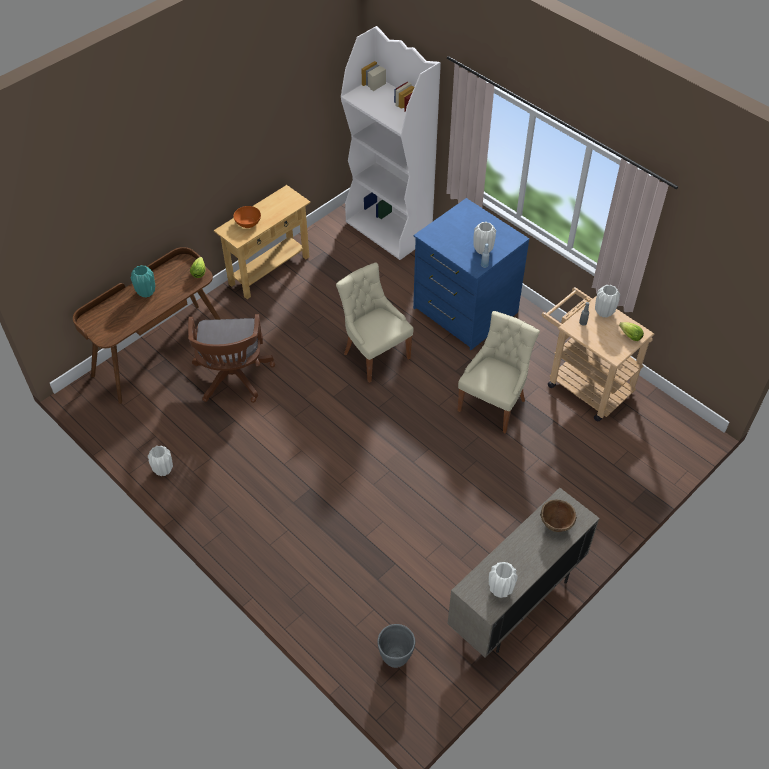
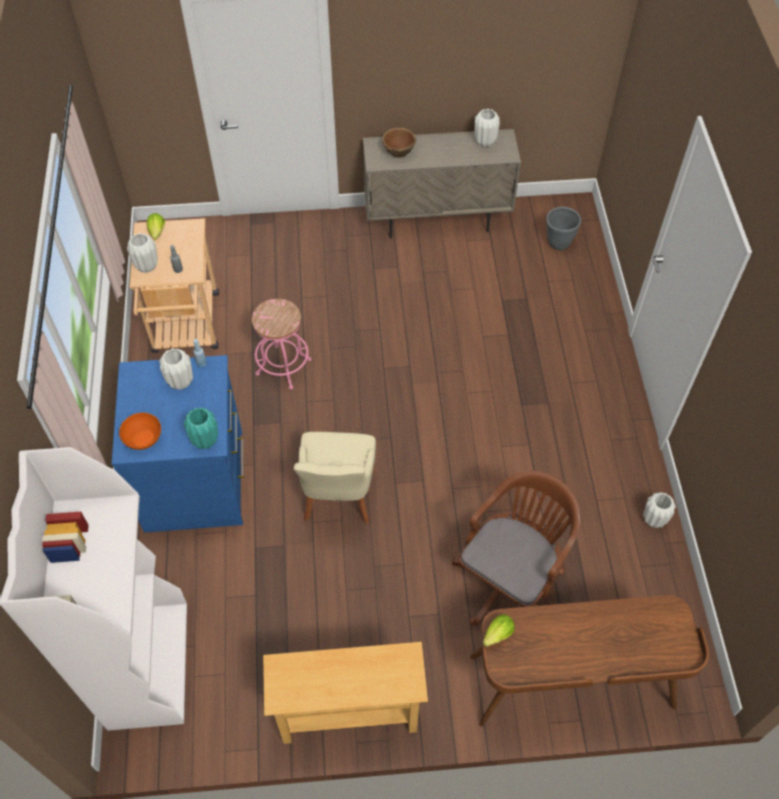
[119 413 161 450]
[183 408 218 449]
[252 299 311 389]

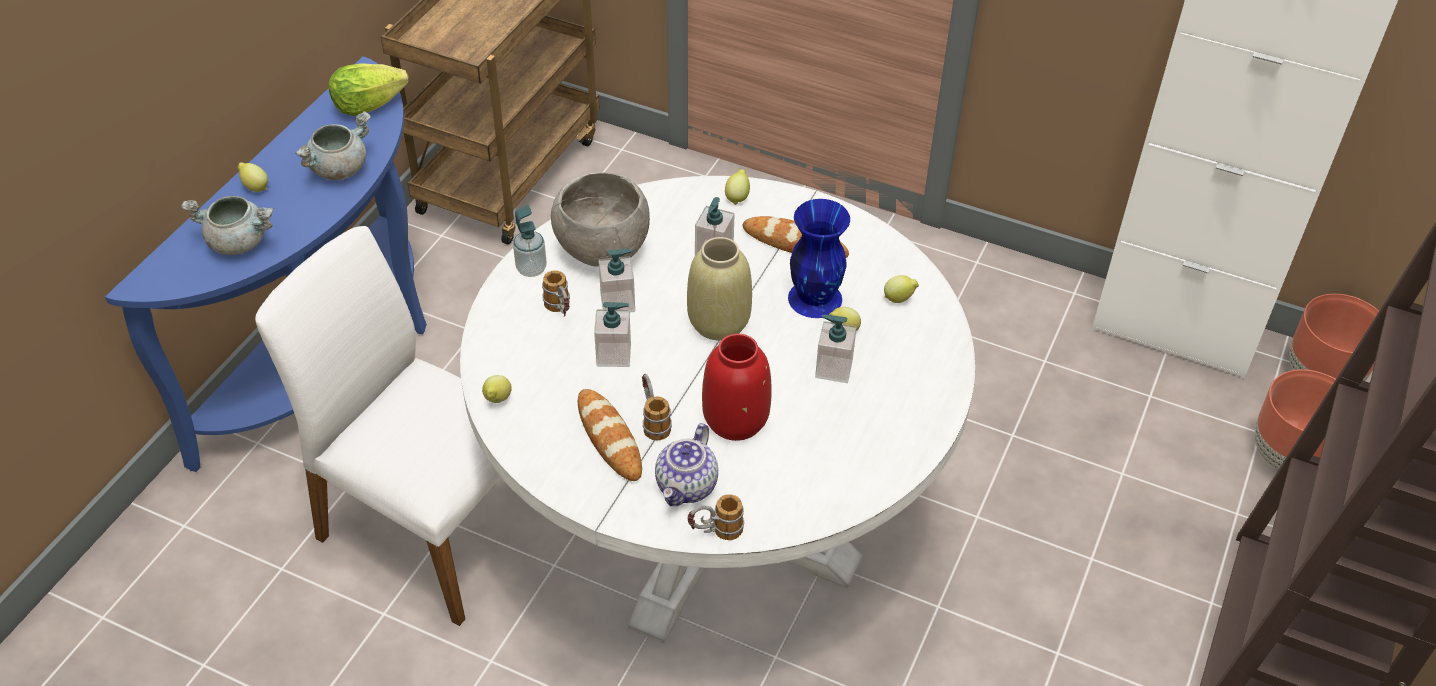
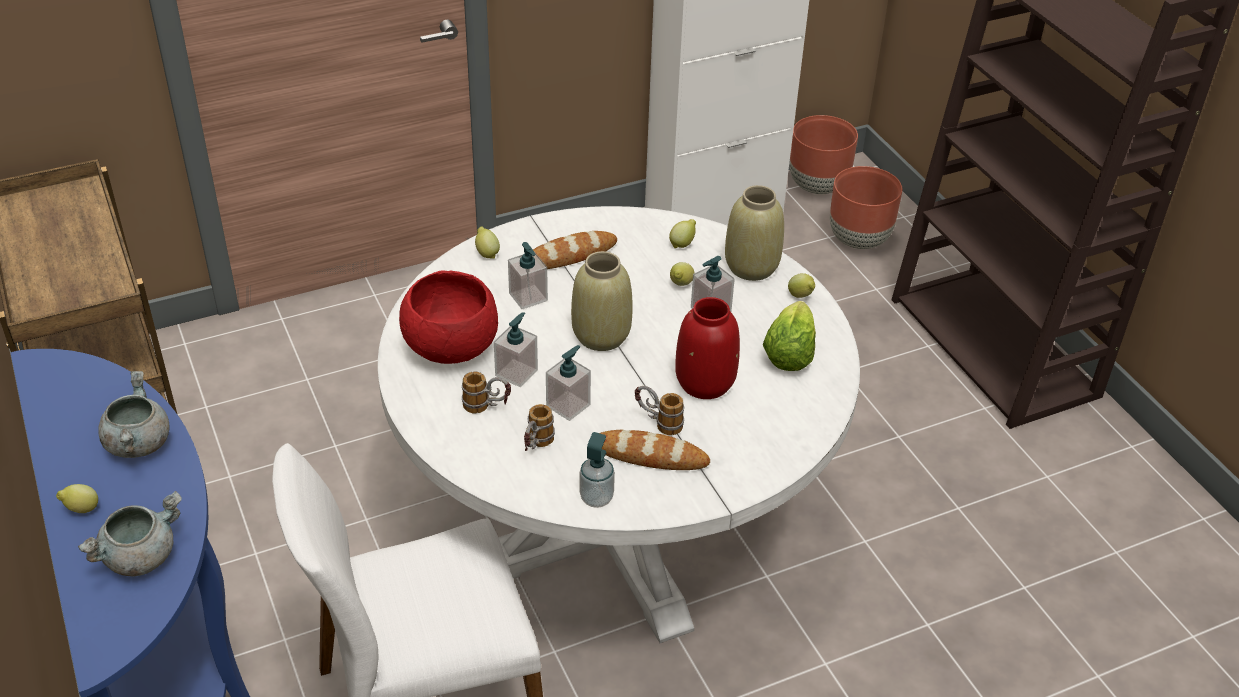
[399 270 498 364]
[524 404 555 451]
[579 432 615 508]
[725 185 784 281]
[763 301 816 371]
[788 273 815 298]
[655 423 718 506] (first image)
[788 199 850 318] (first image)

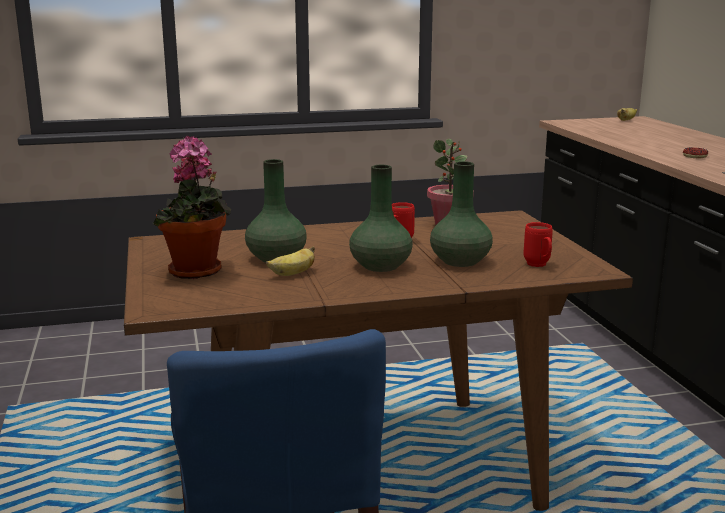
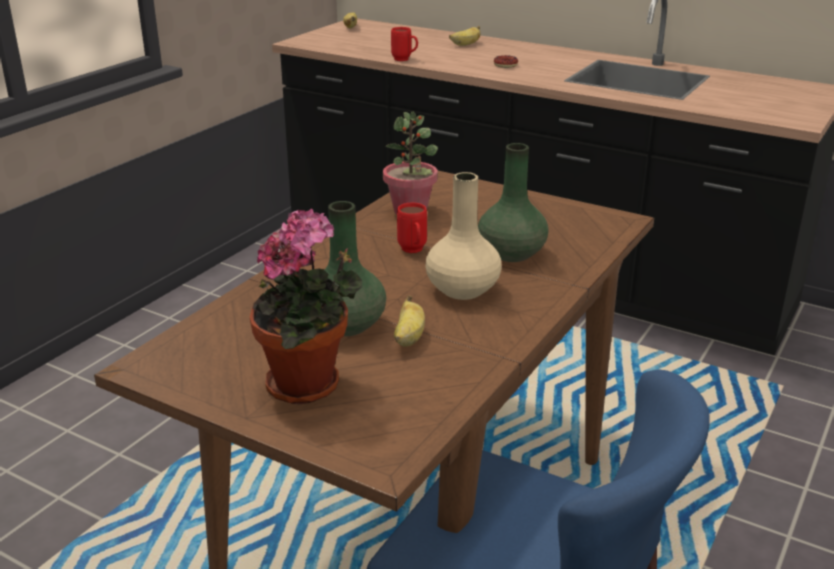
[391 27 418 61]
[425 172 502 300]
[449 26 481 46]

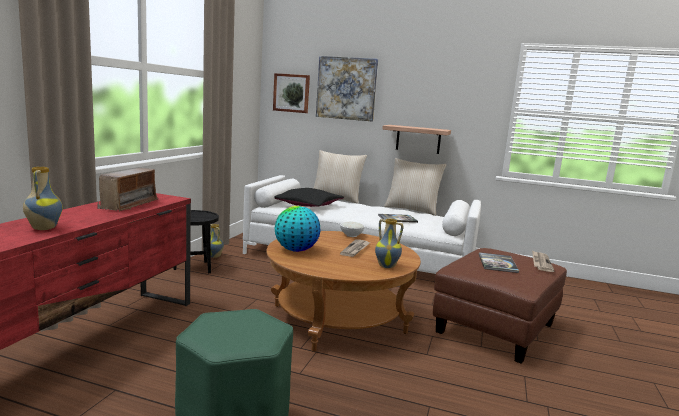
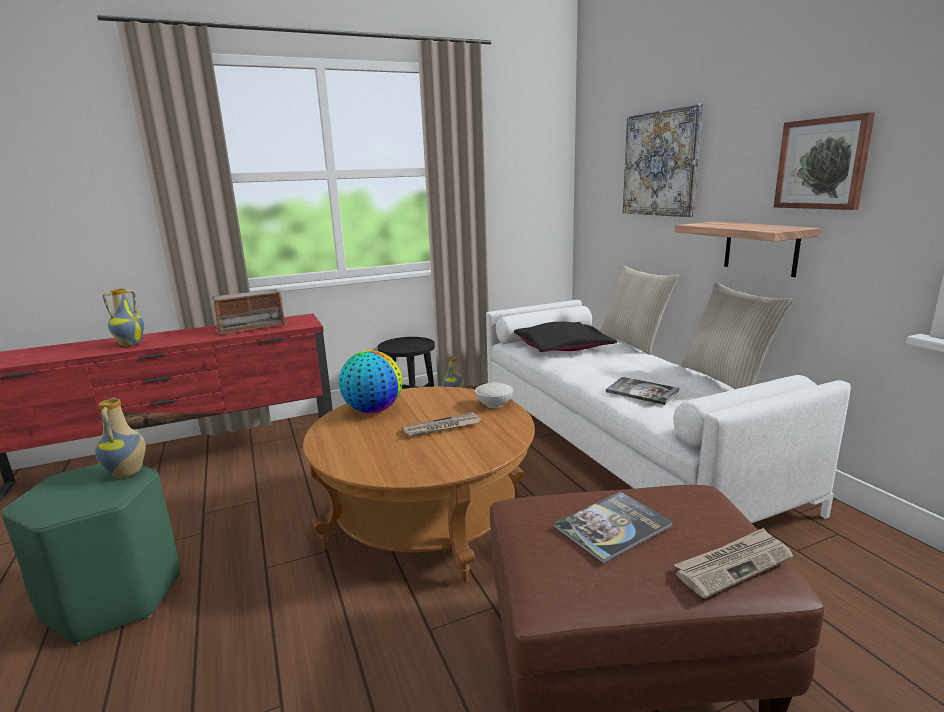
[95 397 146 478]
[774 112 875 210]

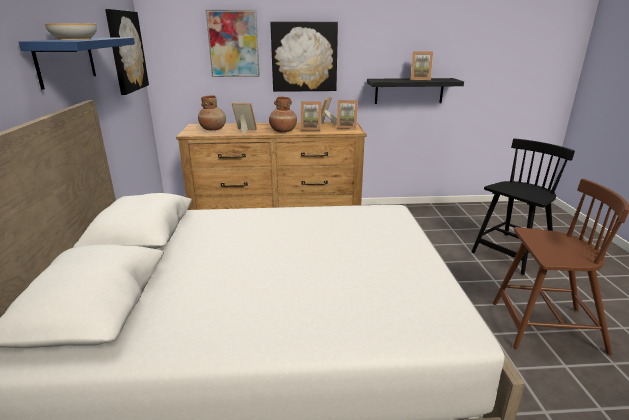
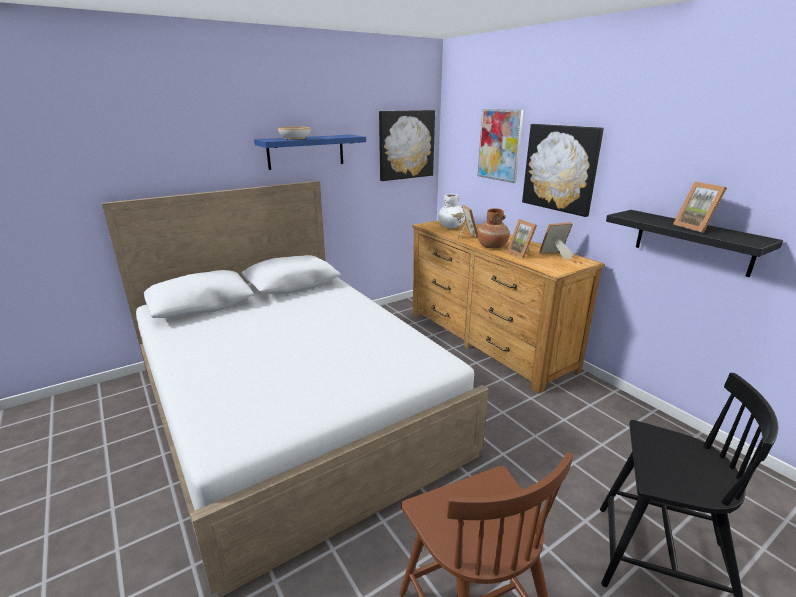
[438 194 465 228]
[337 100 358 129] (first image)

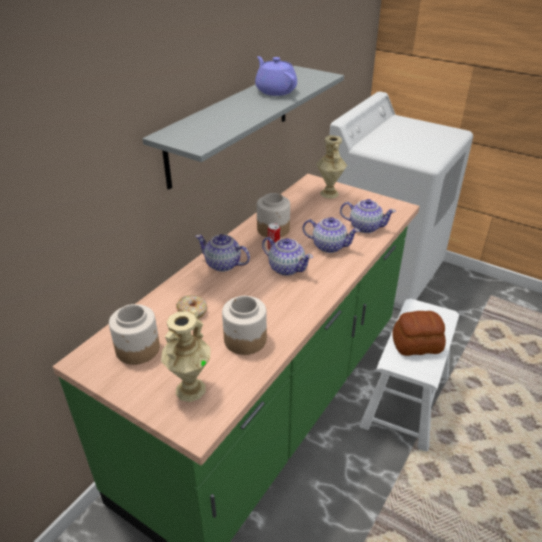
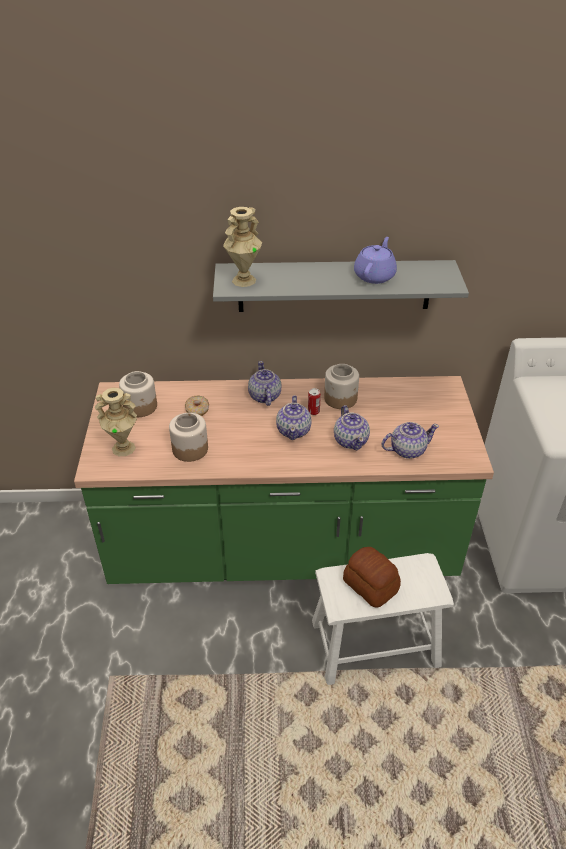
[223 207 262 287]
[381 422 439 459]

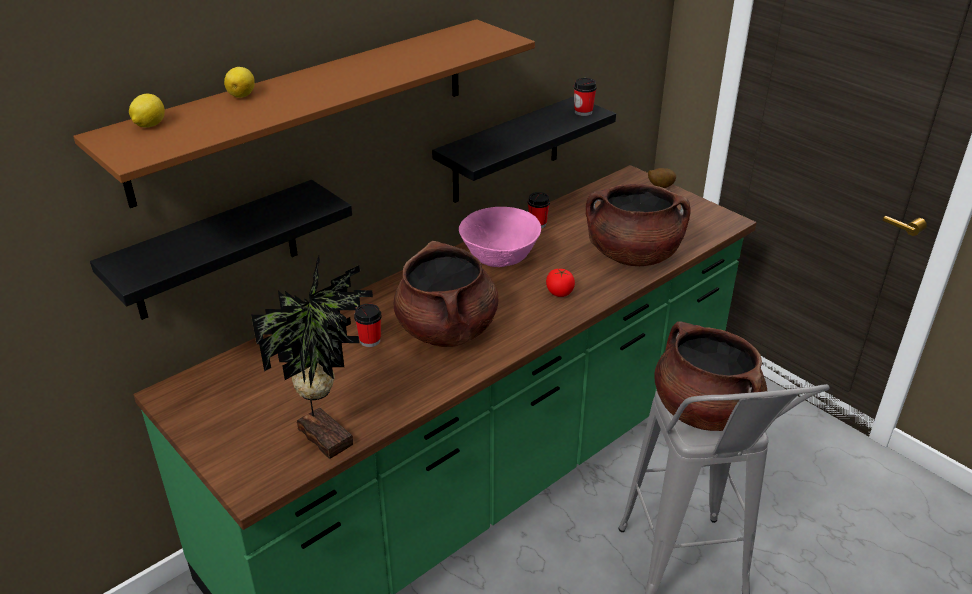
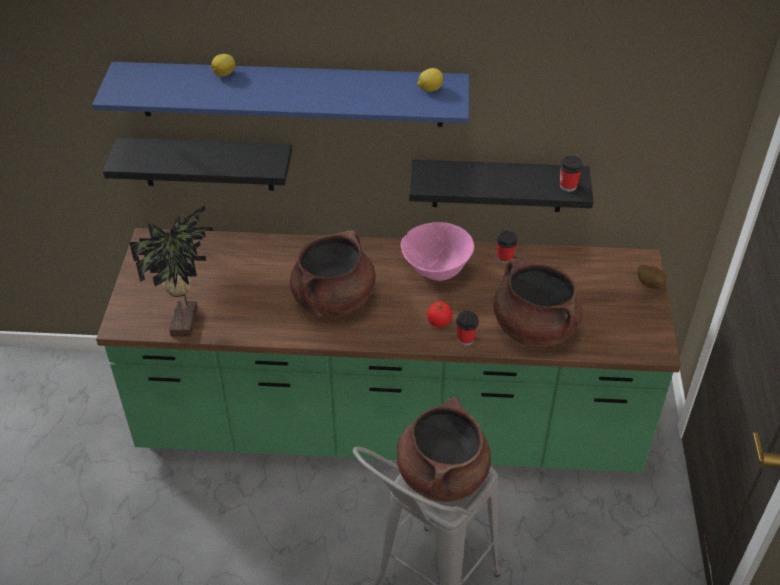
[92 62 469 127]
[417 68 443 91]
[456 311 479 346]

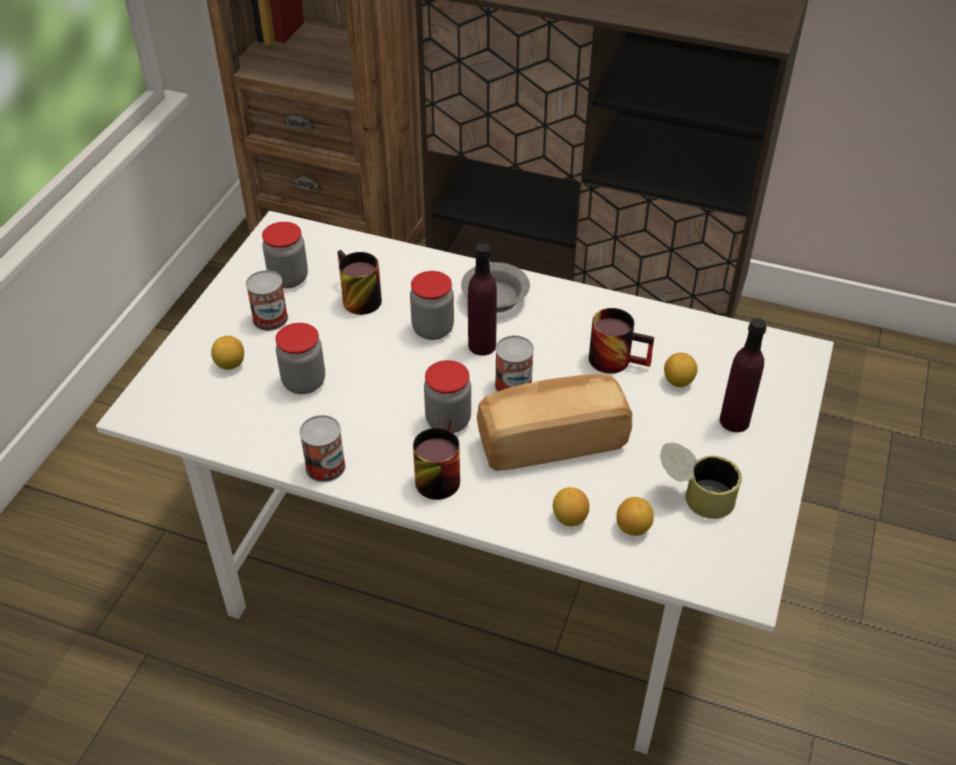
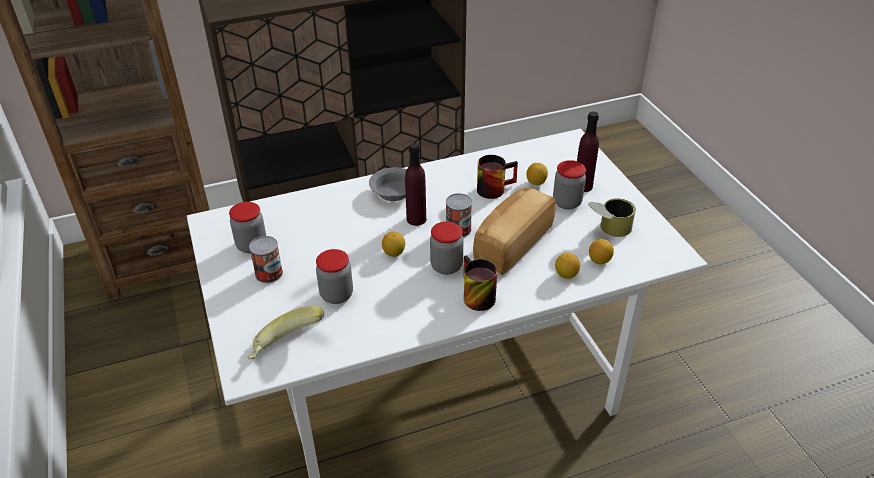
[248 305 325 360]
[382 232 405 257]
[553 160 586 210]
[299 415 346 482] (first image)
[337 250 382 315] (first image)

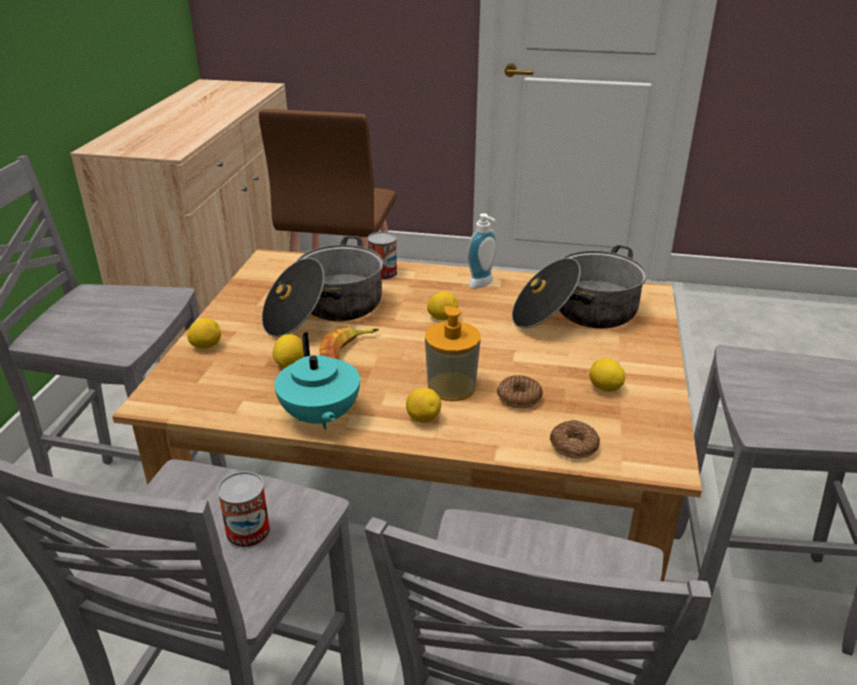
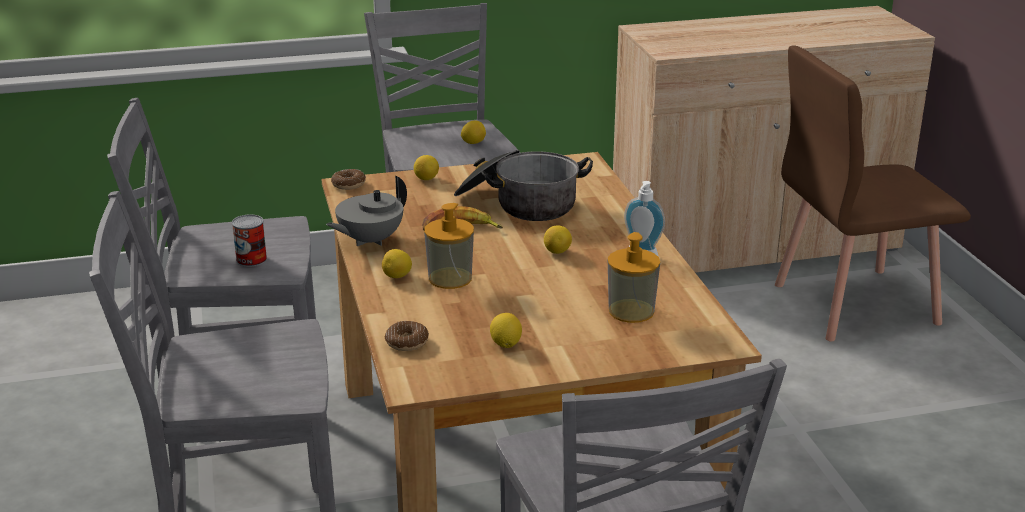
[326 176 407 246]
[331 169 366 190]
[461 120 486 144]
[608 232 660 323]
[367 232 397 280] (first image)

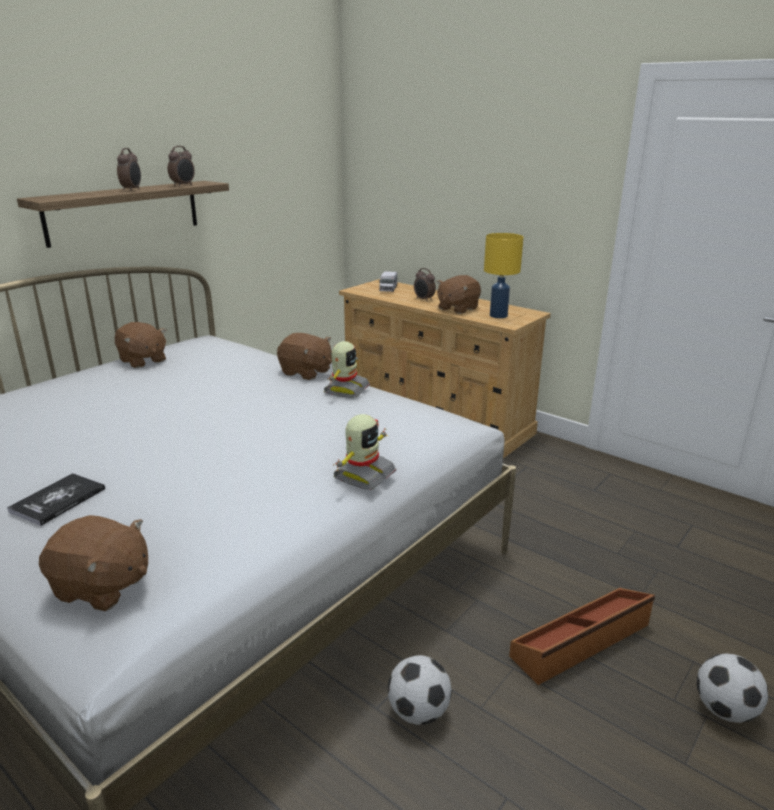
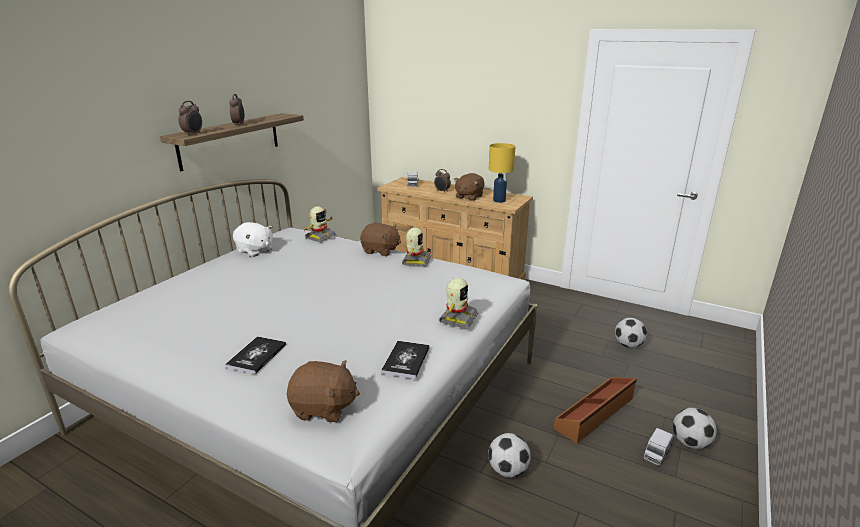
[178 101 202 135]
[233 222 273 257]
[303 206 336 242]
[381 341 430 379]
[615 318 647 348]
[643 428 673 466]

